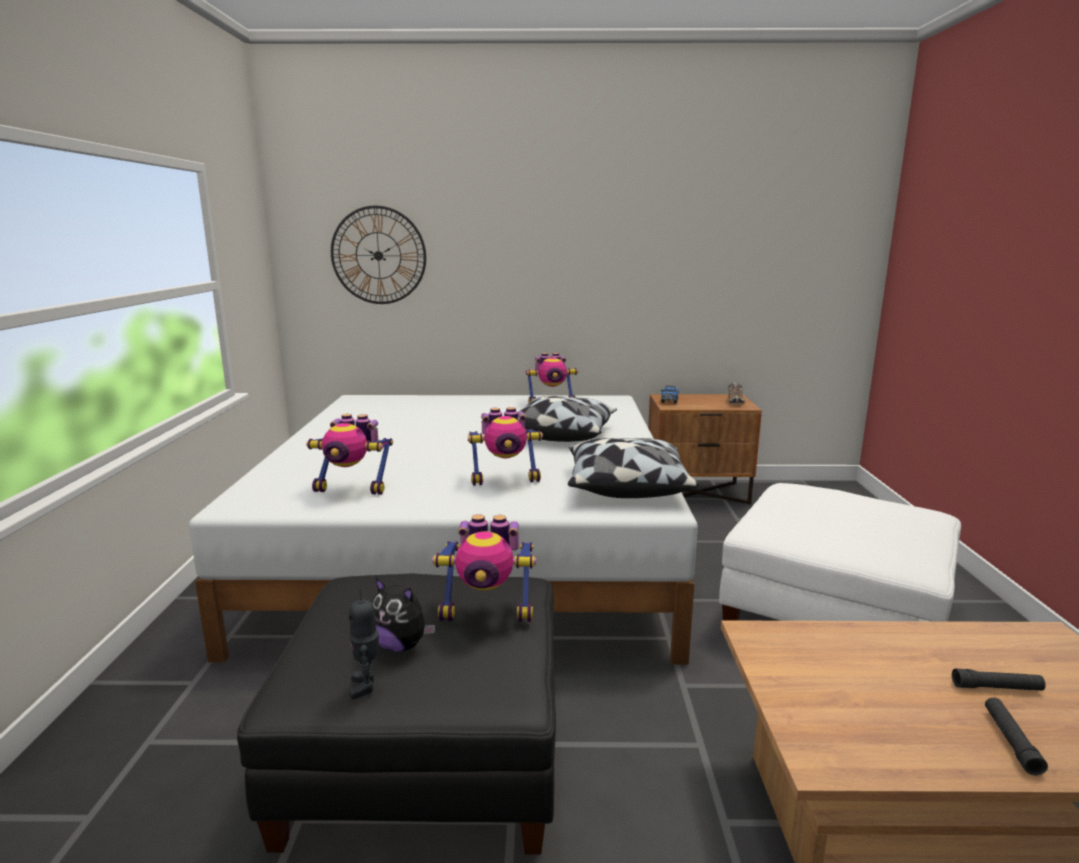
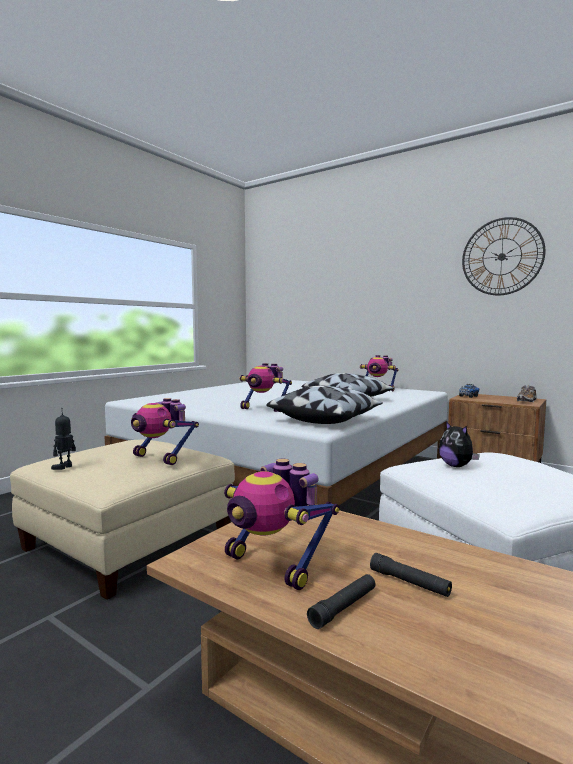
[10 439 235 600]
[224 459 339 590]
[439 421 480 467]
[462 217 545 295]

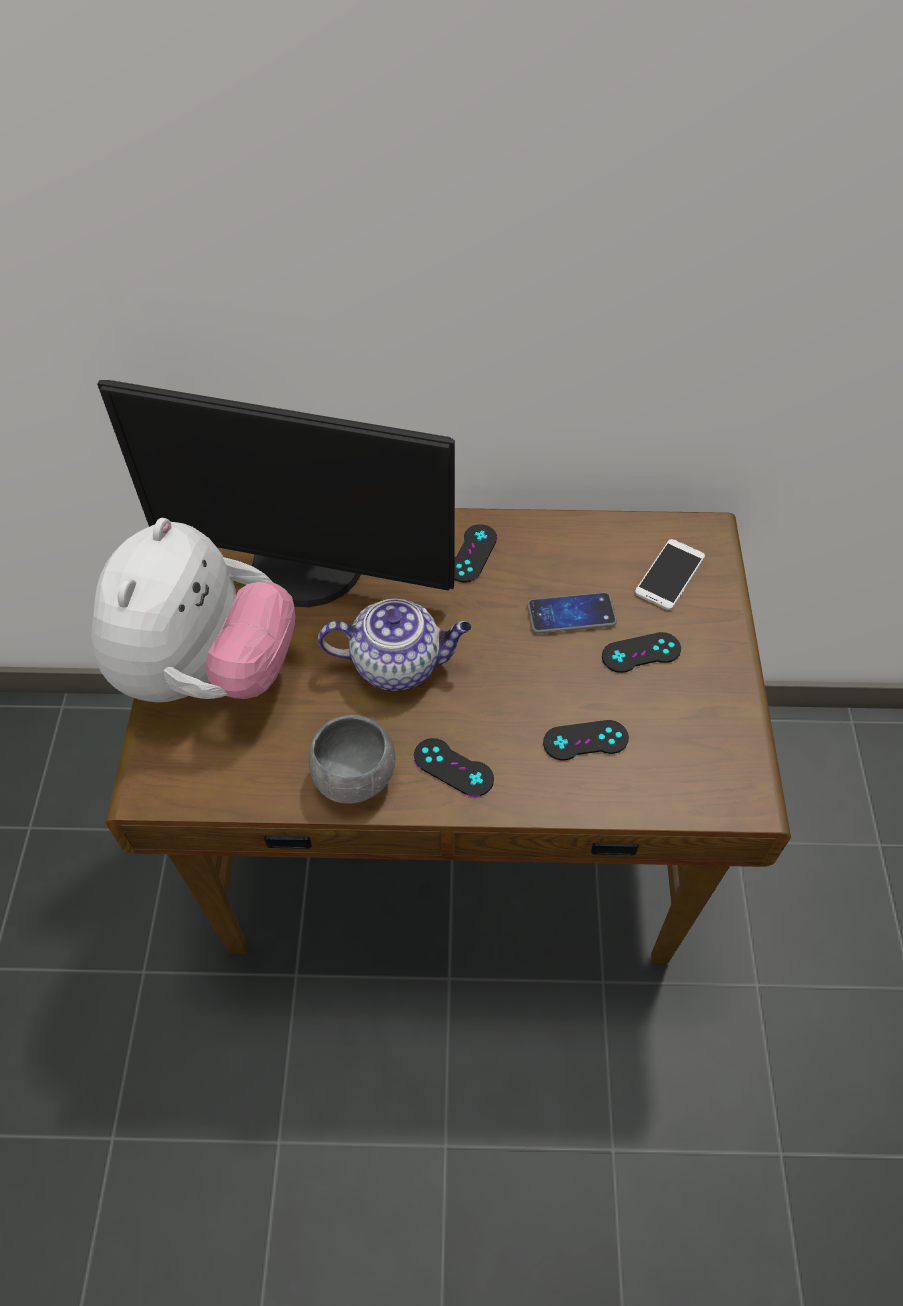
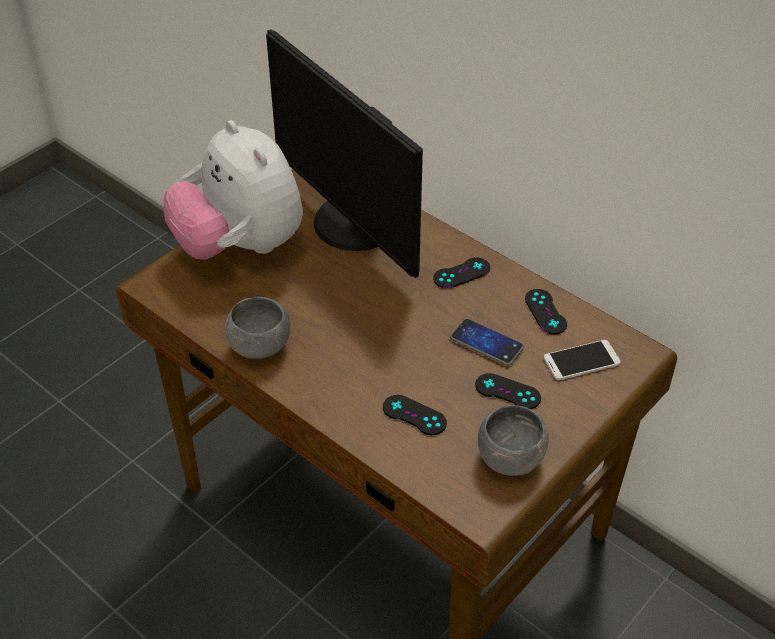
[164 120 303 260]
[478 405 549 476]
[525 289 567 335]
[318 598 472 691] (first image)

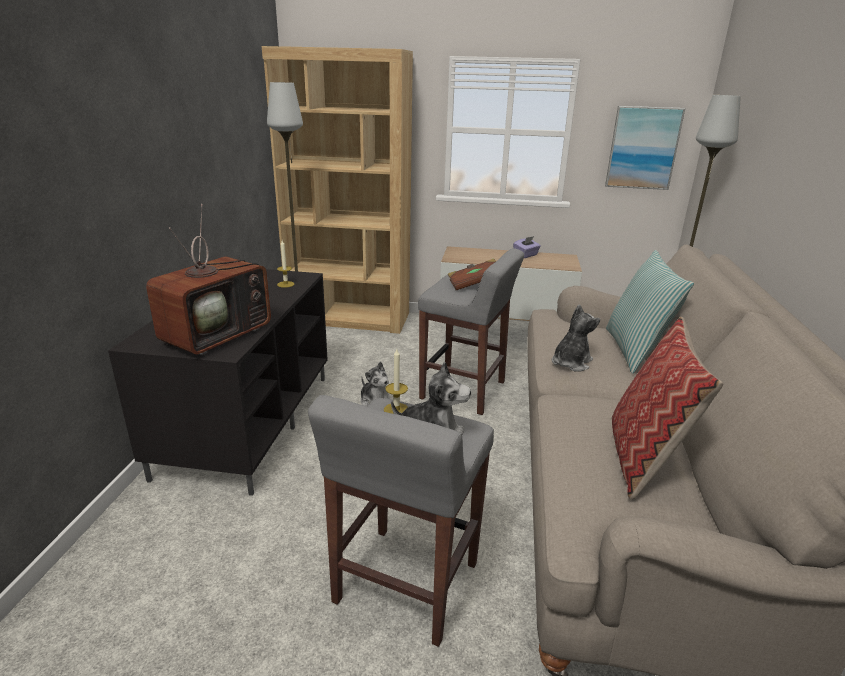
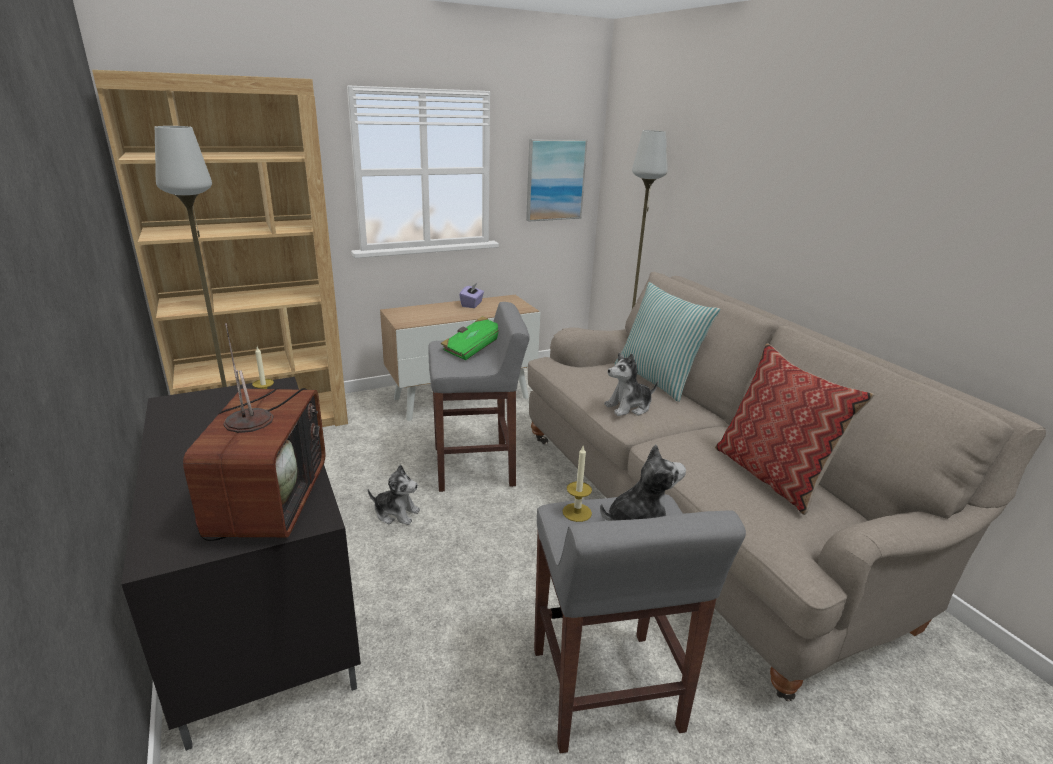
[441 316 499 360]
[604 353 658 416]

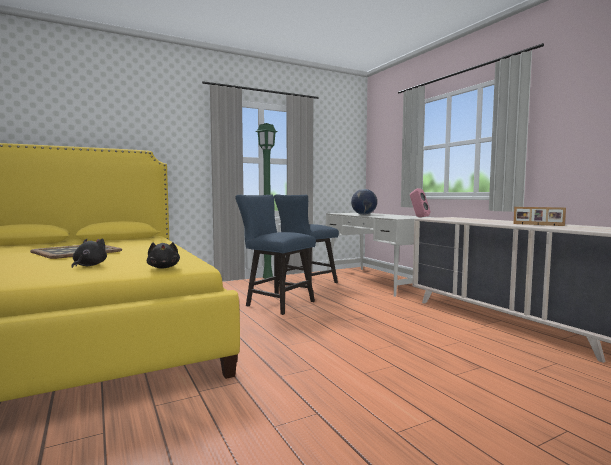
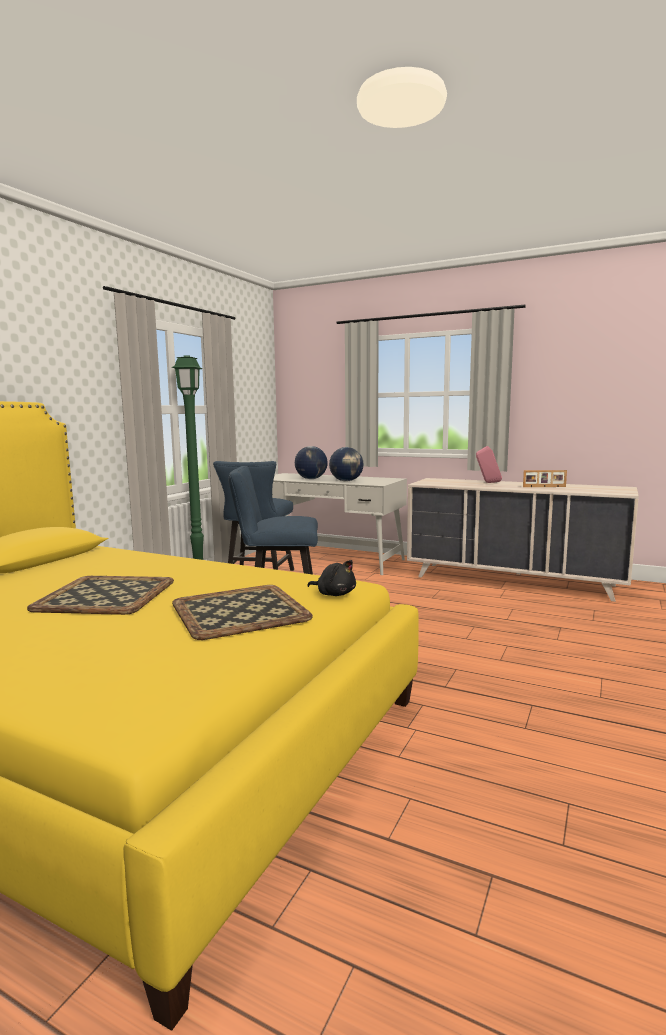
[172 585 313 640]
[329 447 363 481]
[476 446 502 483]

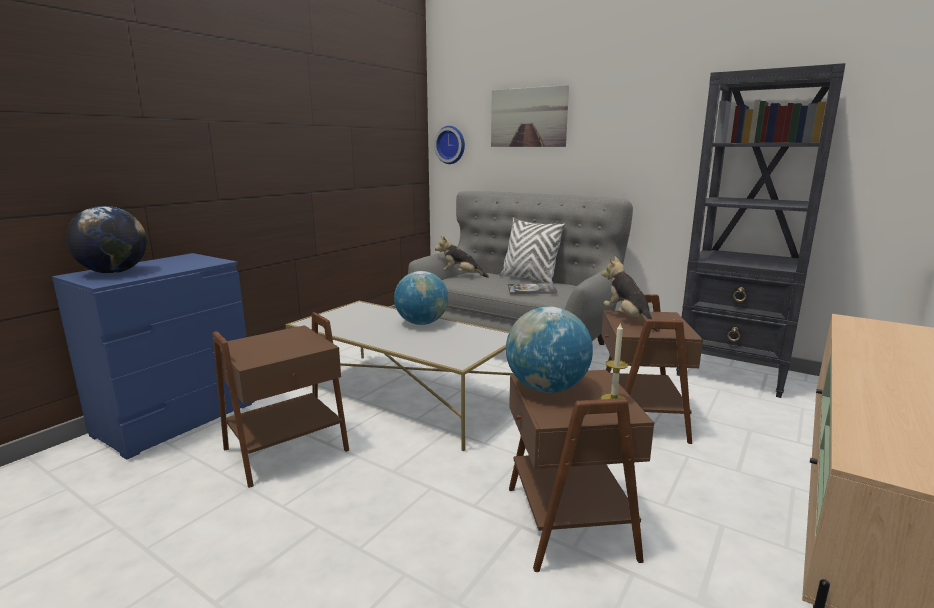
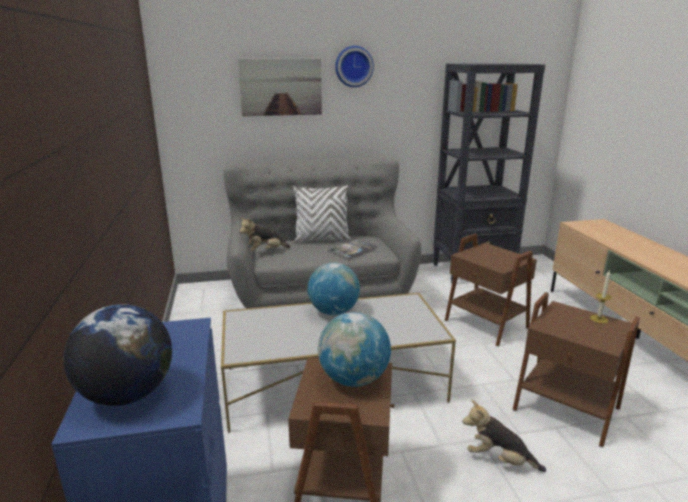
[318 312 391 387]
[335 46 374 87]
[463 400 546 472]

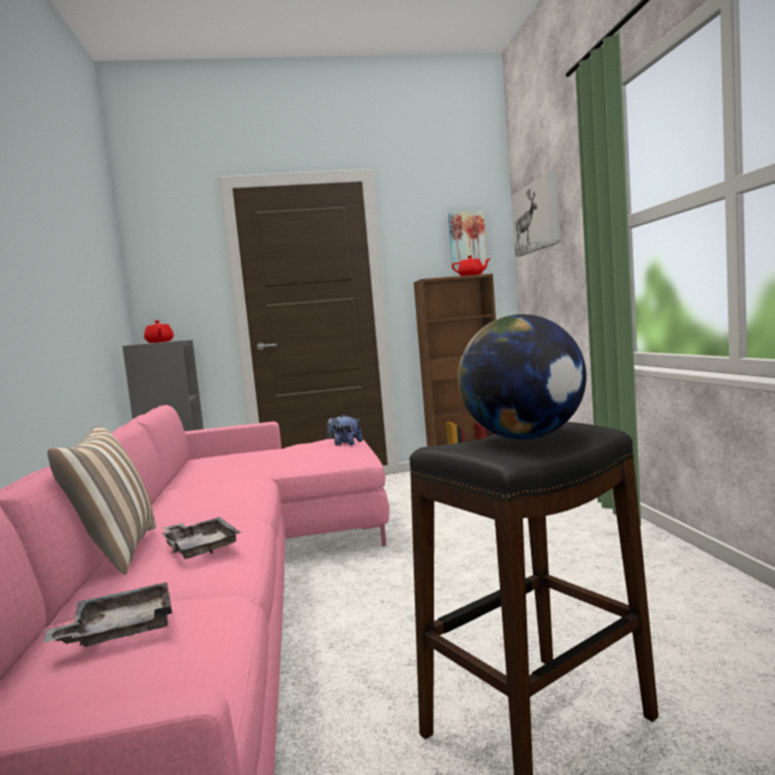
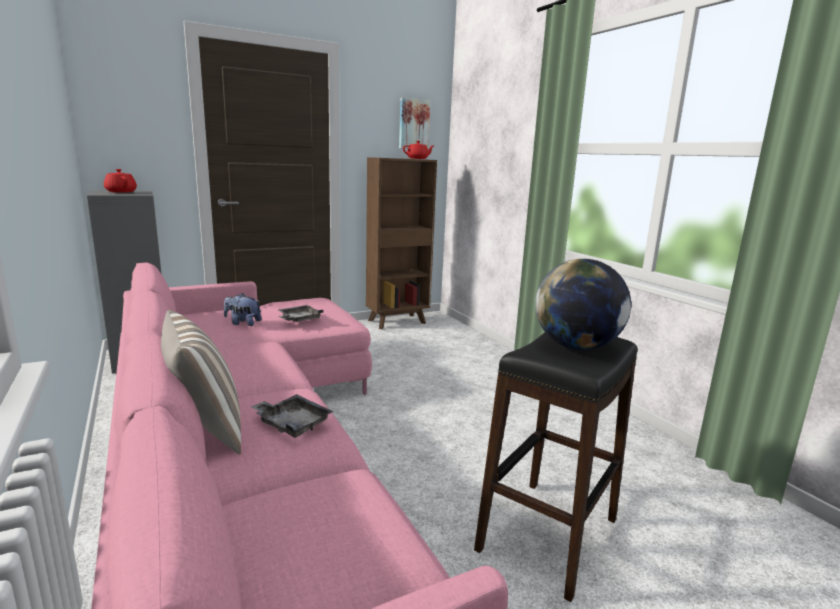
[224 293 262 326]
[279 305 323 322]
[512 171 560 257] (first image)

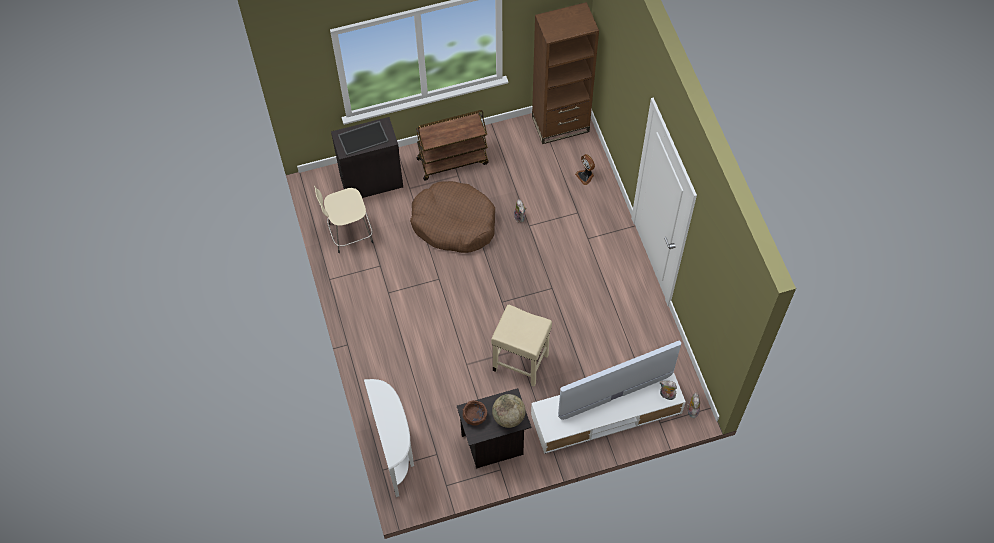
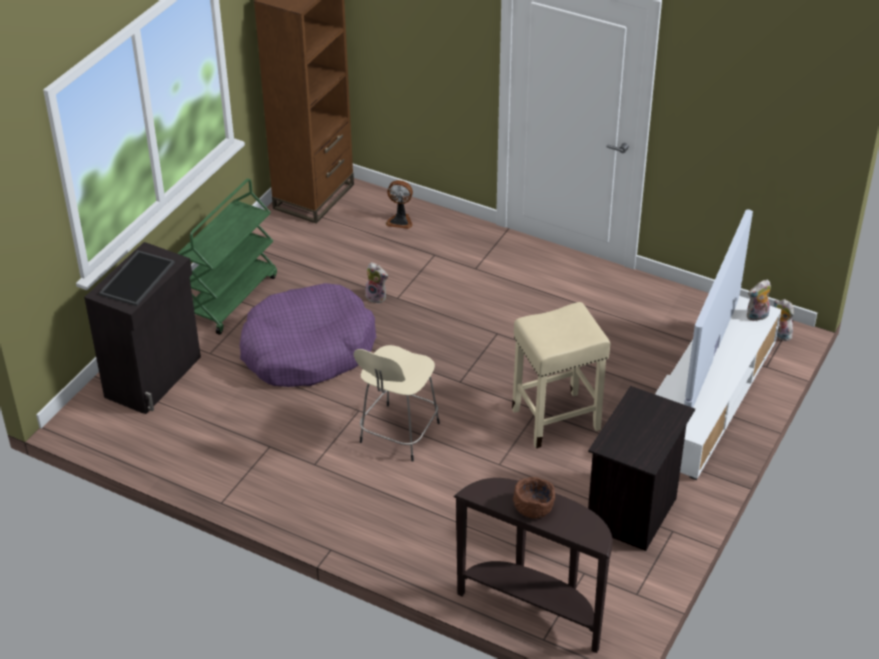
[177 178 277 335]
[240 283 376 387]
[354 345 440 462]
[453 478 613 653]
[513 477 555 519]
[492 394 526 428] (first image)

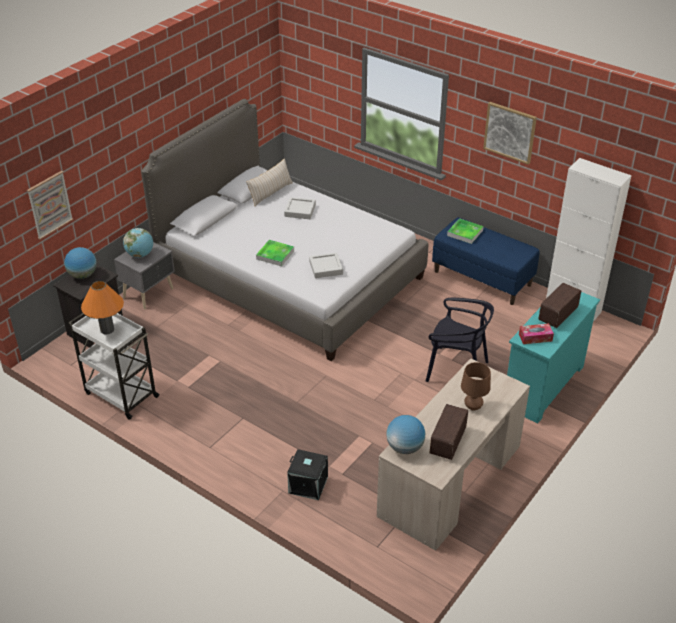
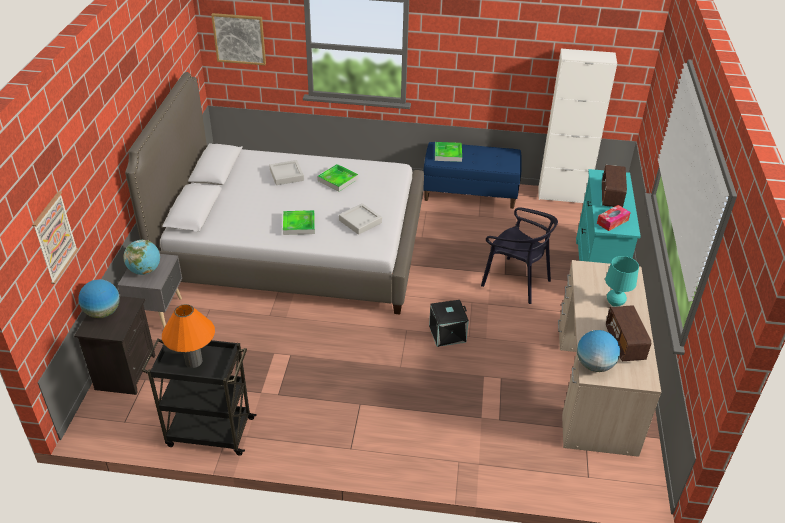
[142 338 257 456]
[211 13 266 65]
[317 164 358 191]
[429 300 469 347]
[481 207 558 304]
[605 256 639 307]
[246 158 293 206] (first image)

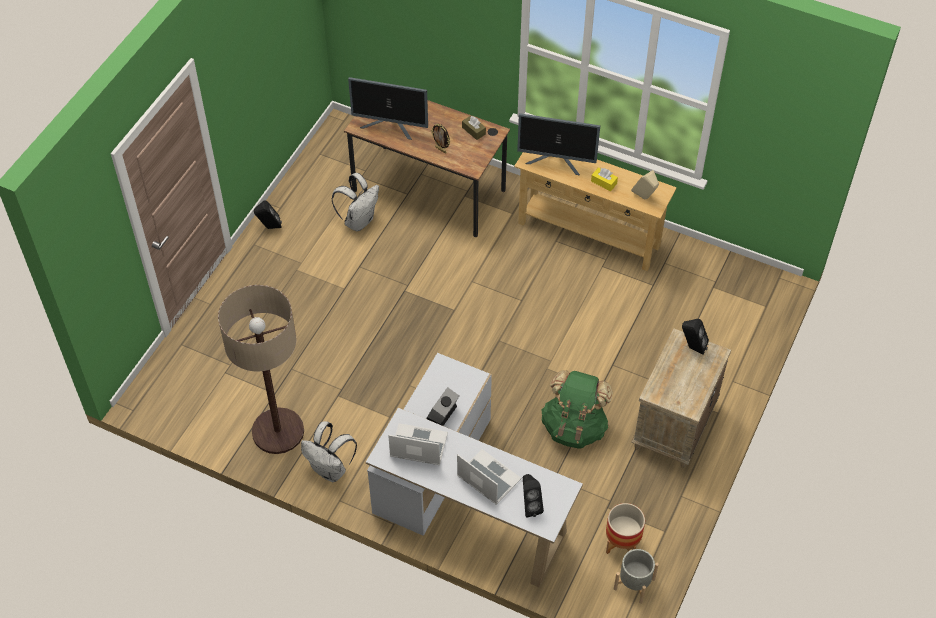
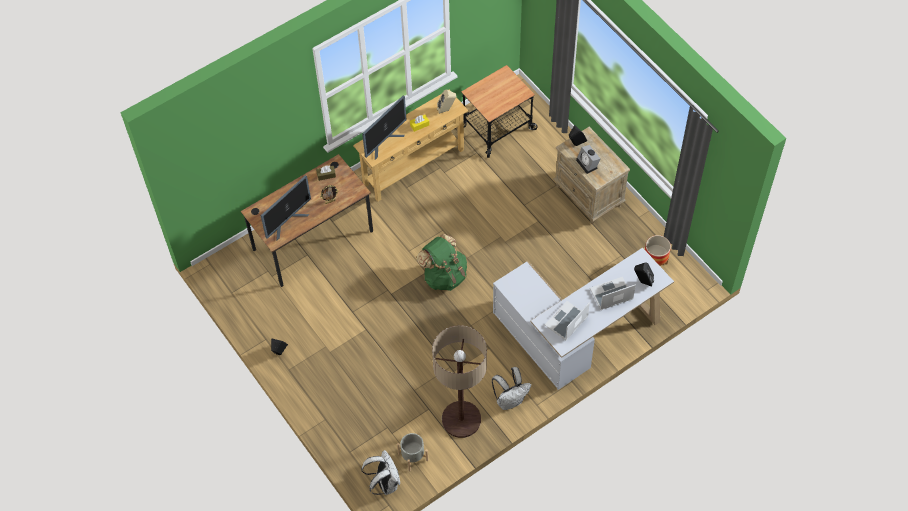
[361 450 400 495]
[397 433 428 471]
[417 234 467 291]
[461 65 537 158]
[576 145 601 174]

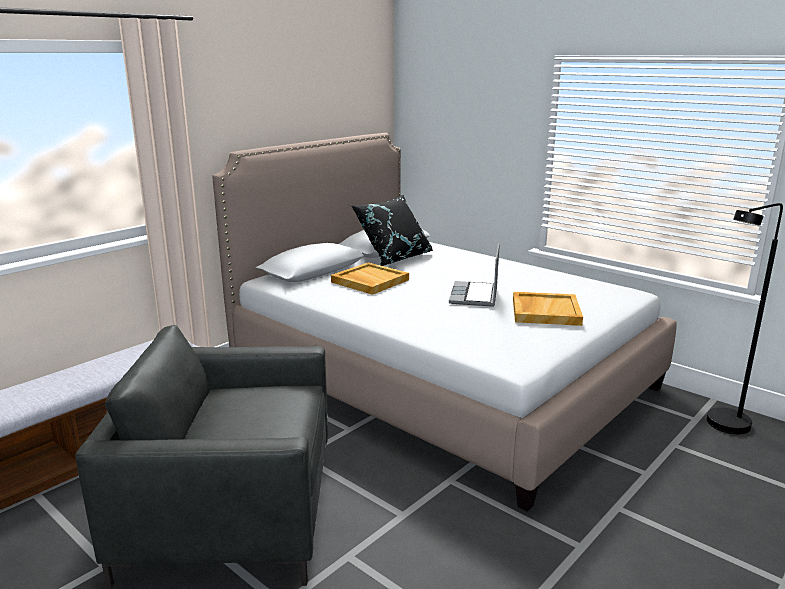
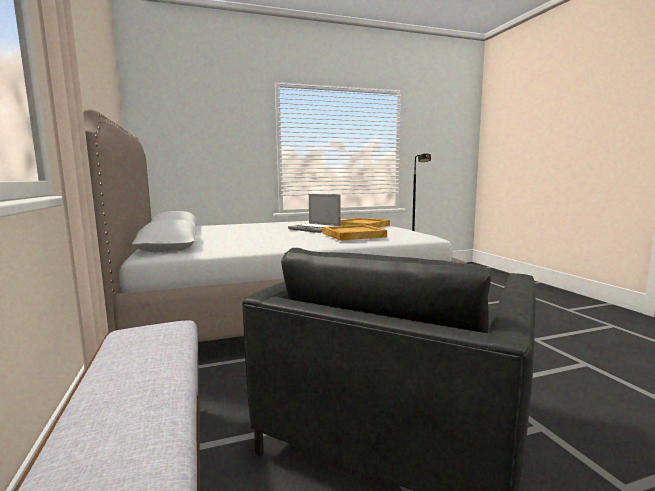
[322 225 387 241]
[351 195 433 266] (first image)

